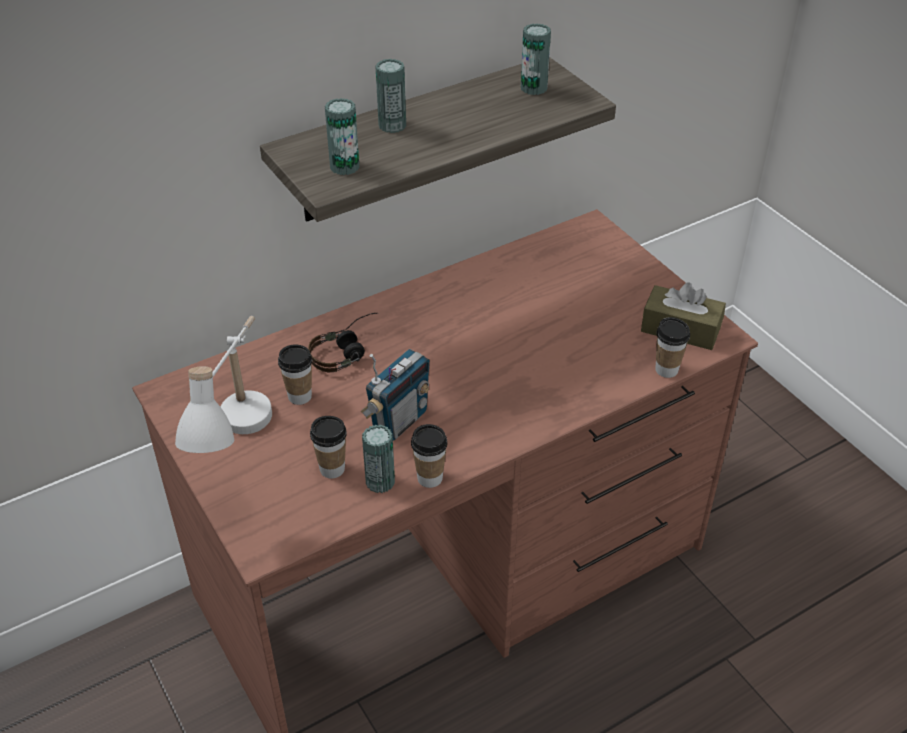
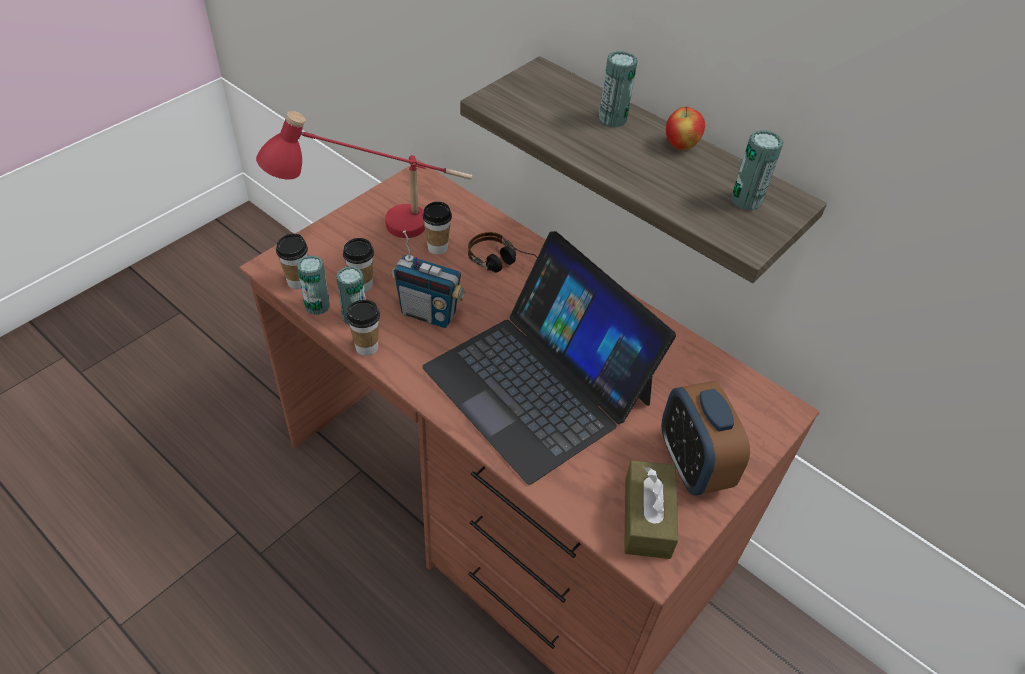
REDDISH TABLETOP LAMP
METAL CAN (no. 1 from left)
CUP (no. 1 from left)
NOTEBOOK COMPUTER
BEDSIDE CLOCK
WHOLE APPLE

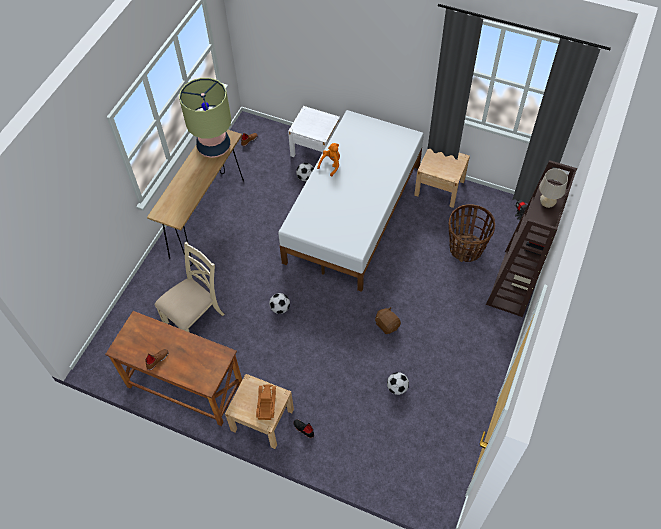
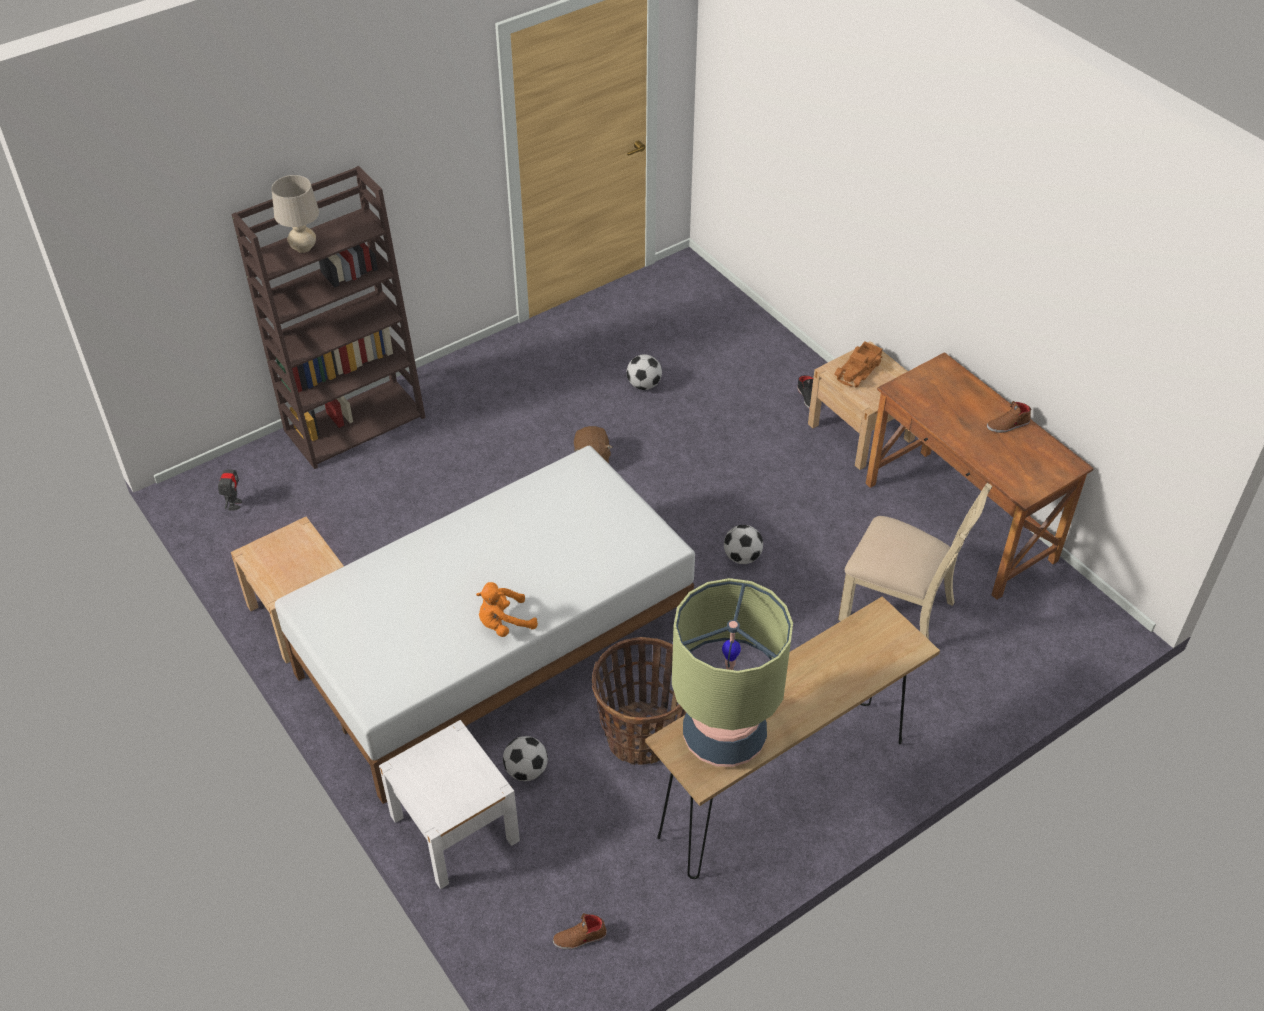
SAND-COLOURED PLAIN CHAIR
HOUSEHOLD BASKET

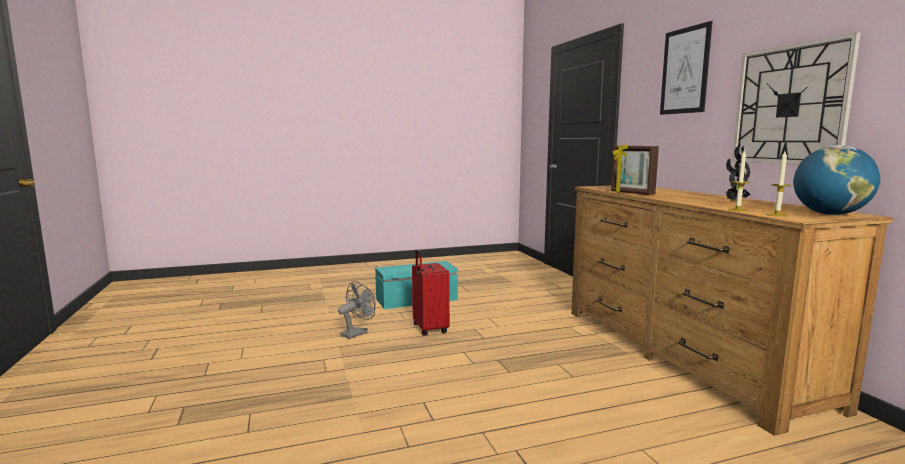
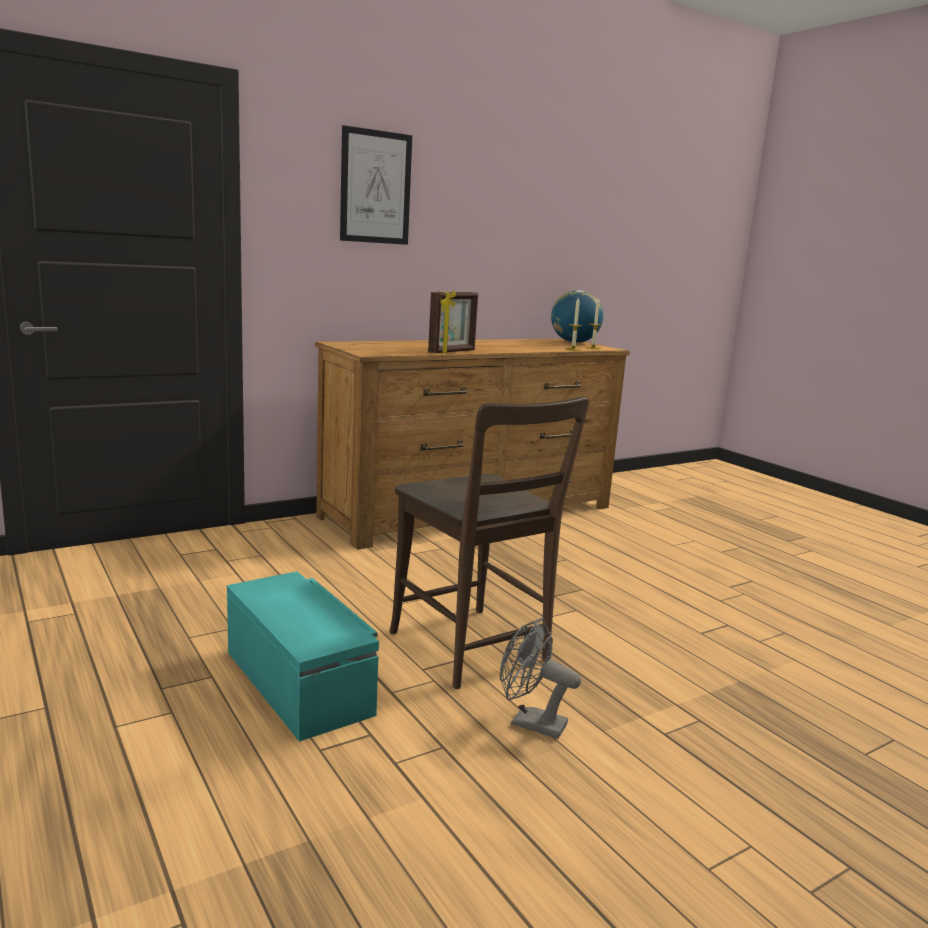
BROWNISH PLAIN CHAIR
PLANT IN A POT
WALL CLOCK

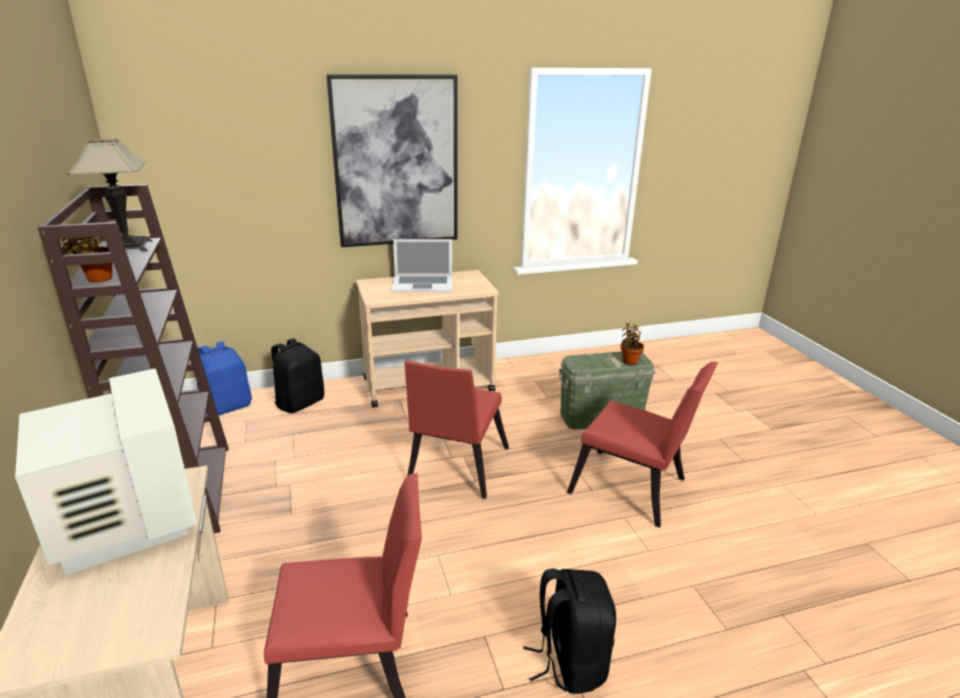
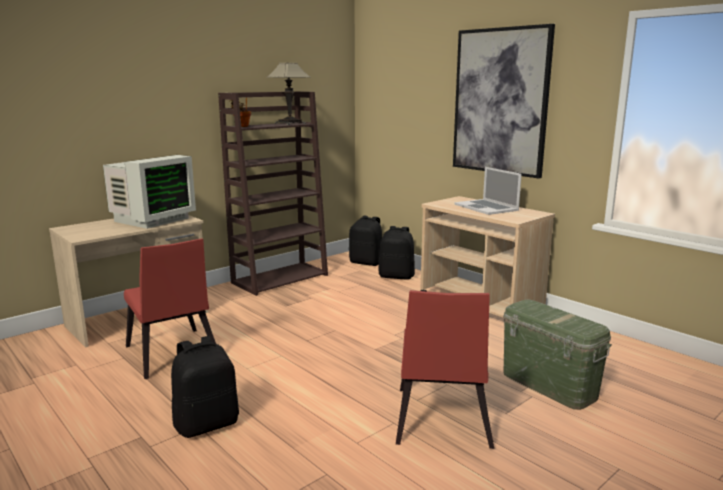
BLACK-COLOURED RUCKSACK (no. 2 from left)
REDDISH PLAIN CHAIR (no. 2 from left in the first image)
PLANT IN A POT (no. 2 from left in the first image)

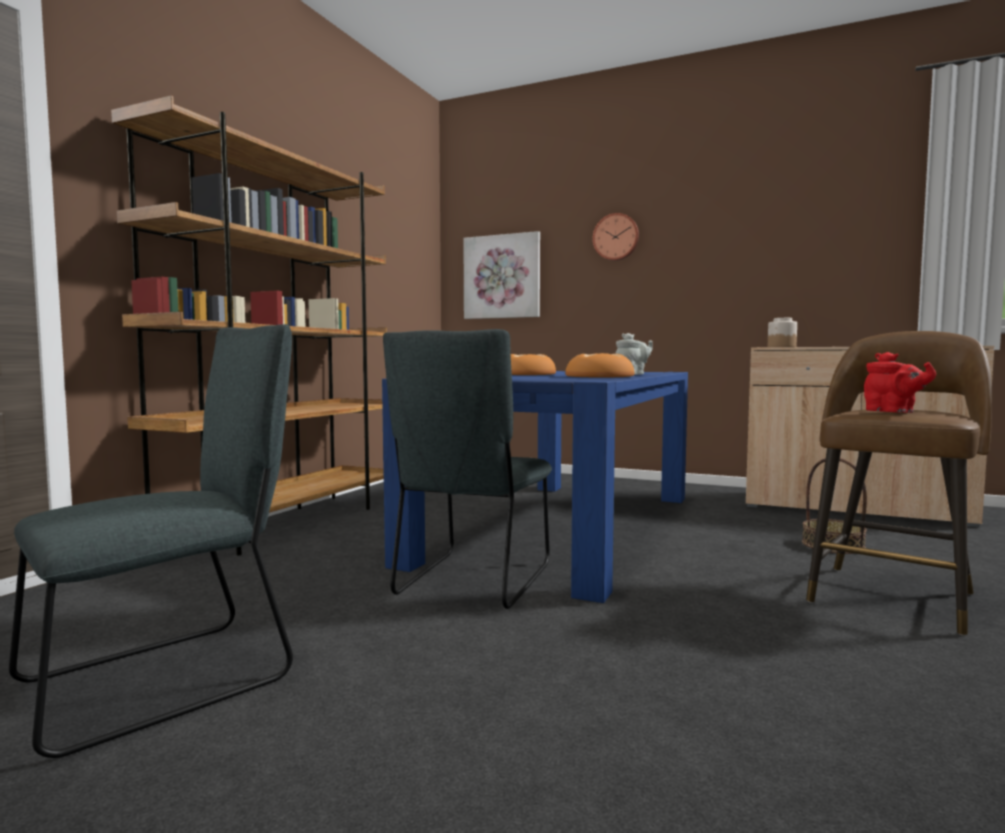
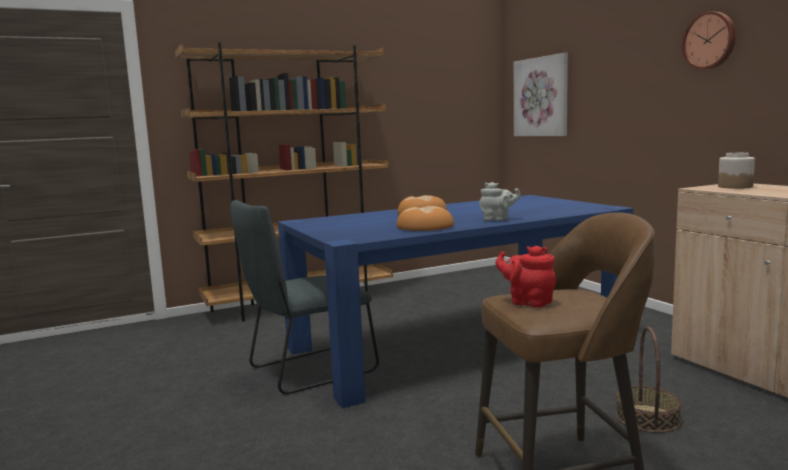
GRAY PLAIN CHAIR (no. 1 from left in the first image)
WALL CLOCK
REDDISH POT FOR TEA

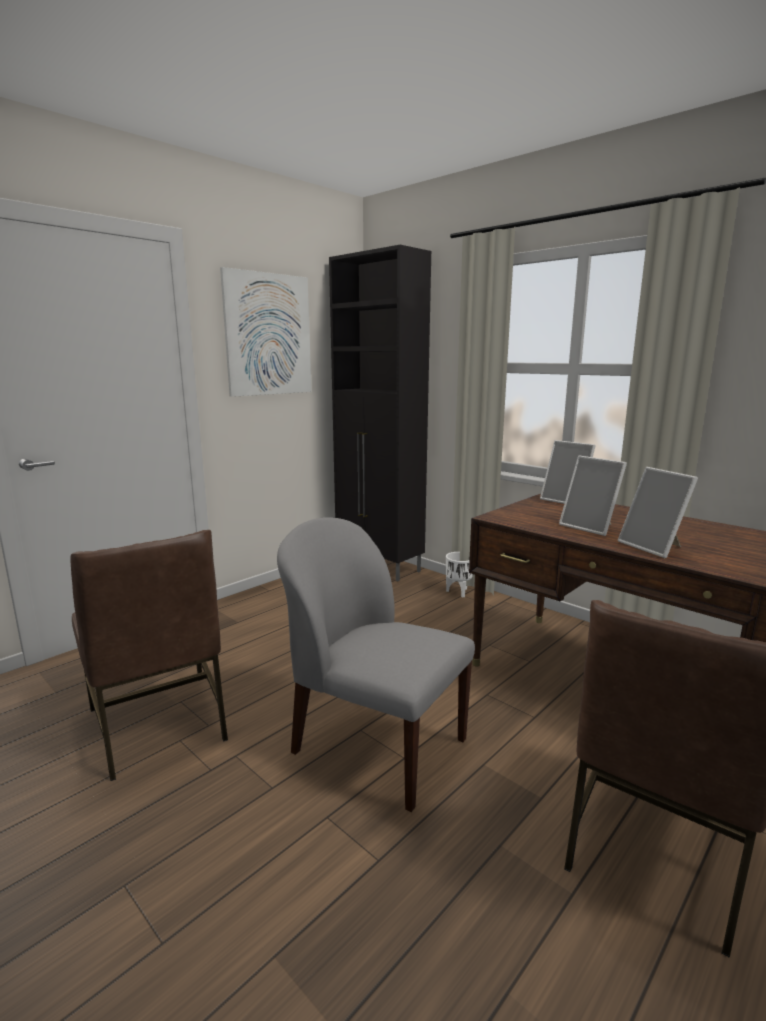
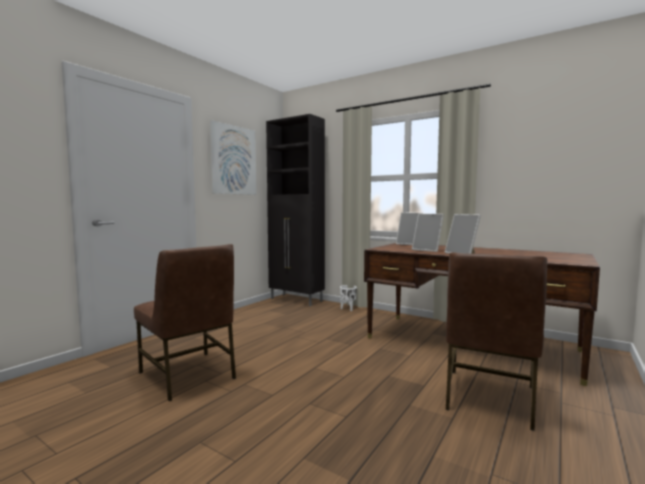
GRAY PLAIN CHAIR

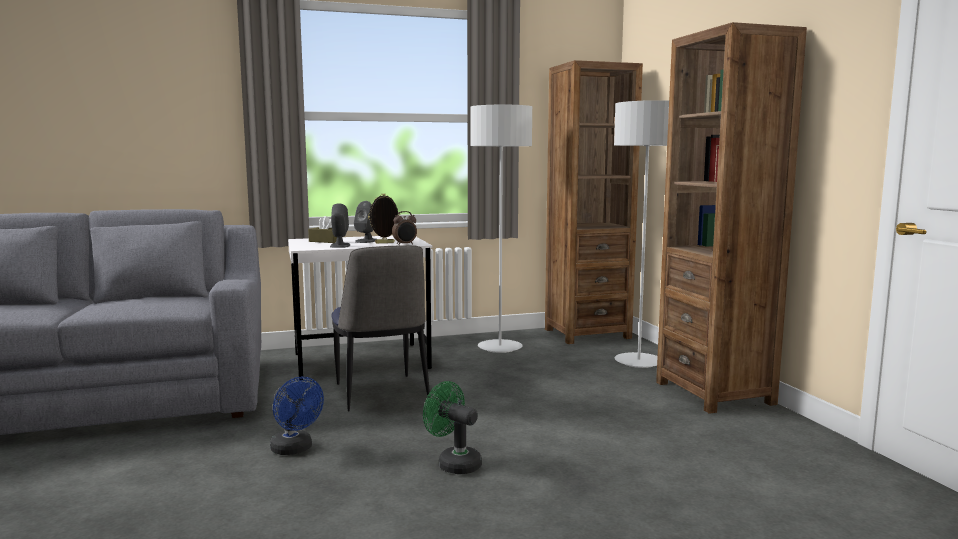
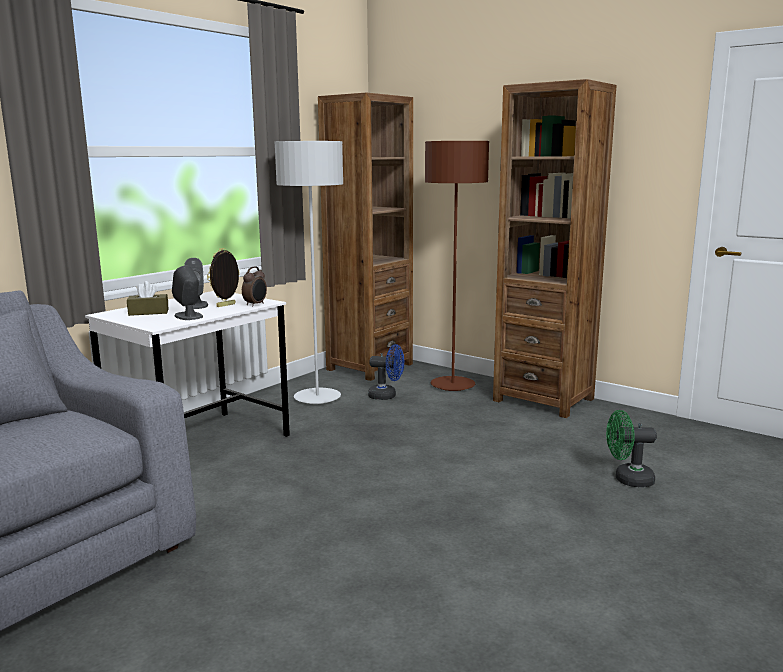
BLUE COOLING FAN
PLAIN CHAIR
GREEN-COLOURED COOLING FAN
BROWNISH STANDING LAMP

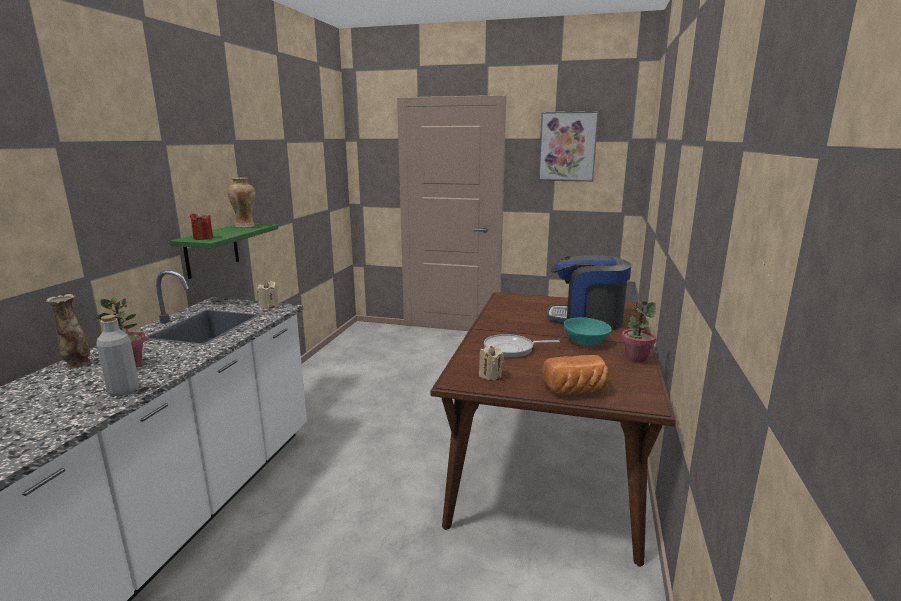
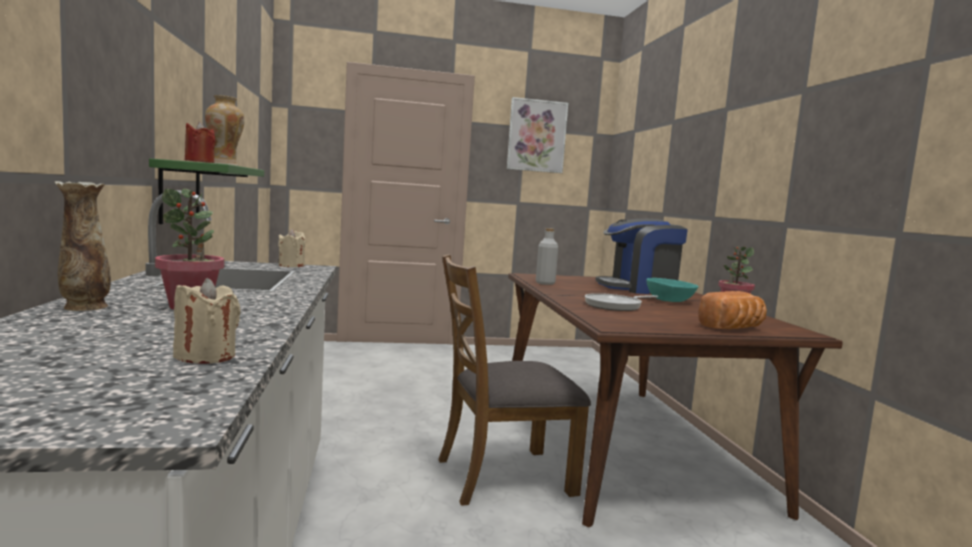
GRAY BEVERAGE BOTTLE
SAND-COLOURED WAX CANDLE (no. 1 from left)
BROWNISH PLAIN CHAIR

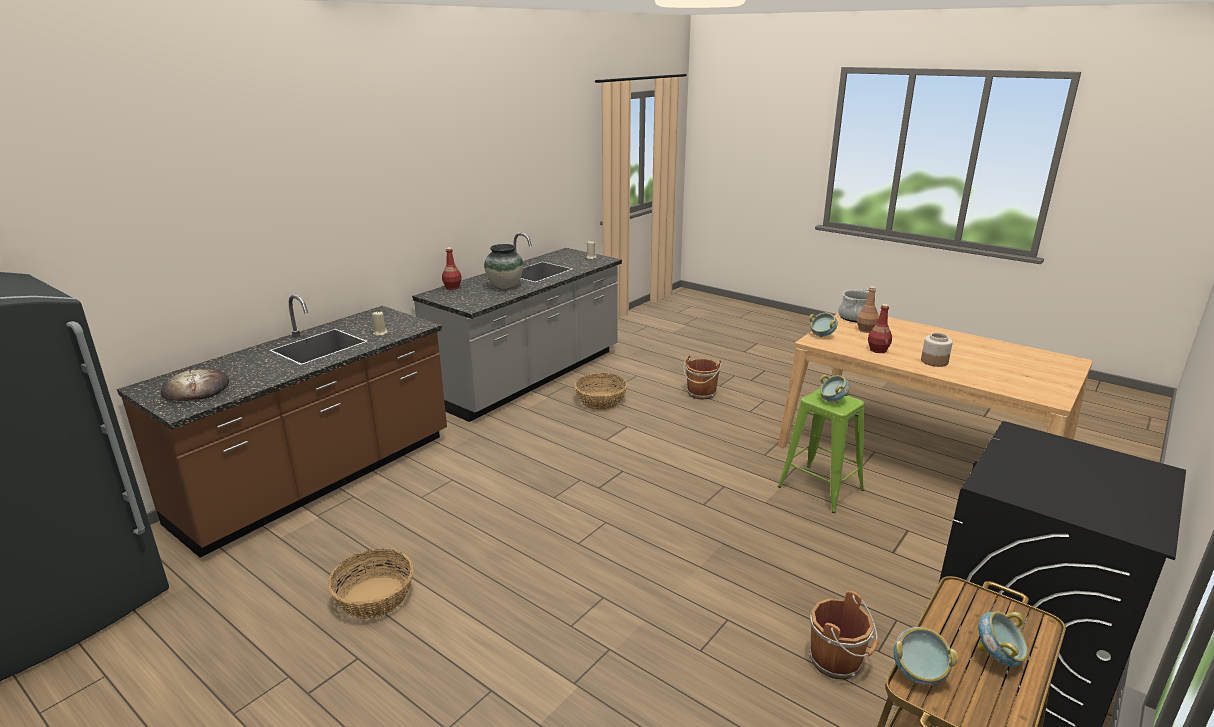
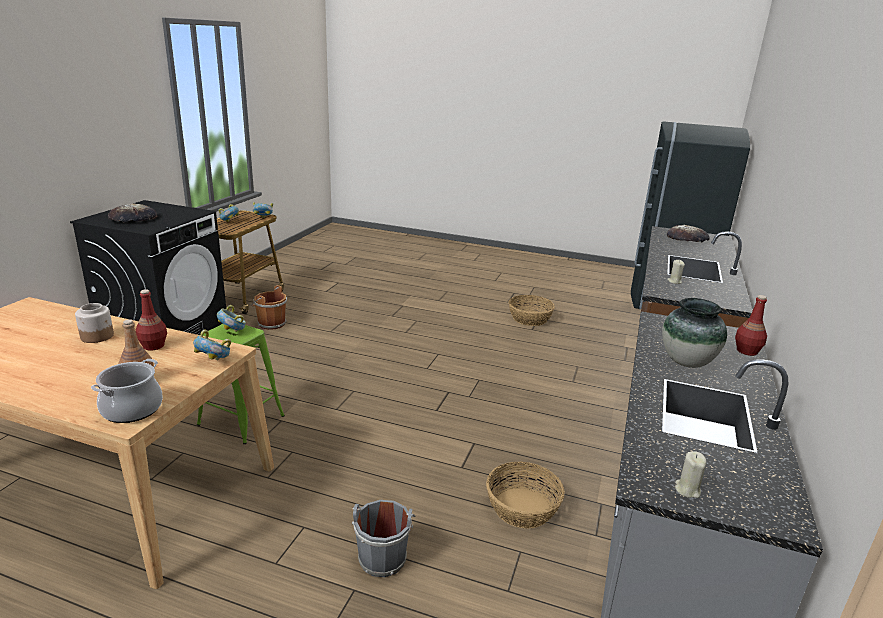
GRAY BUCKET
BAKED BREAD (no. 1 from left)

